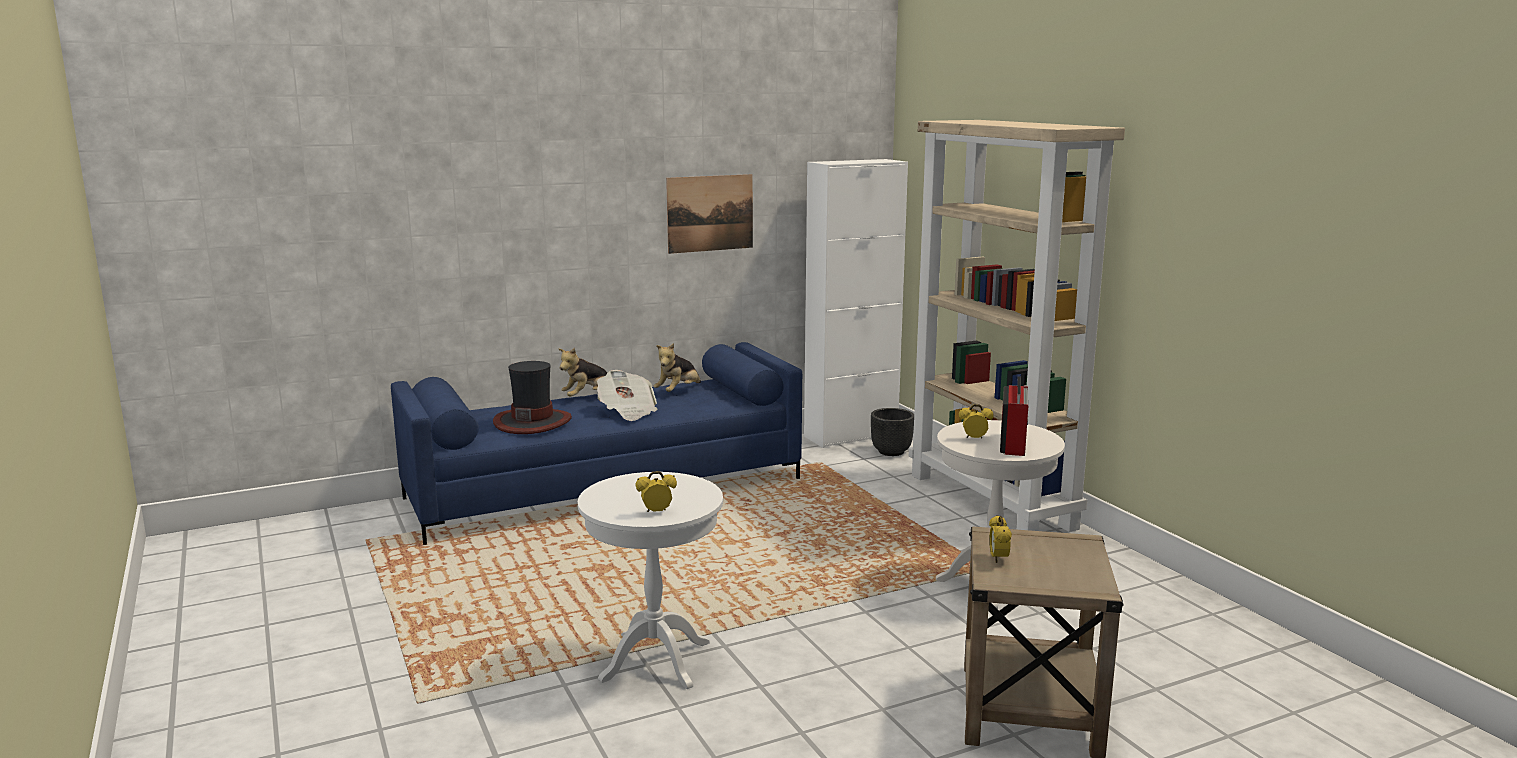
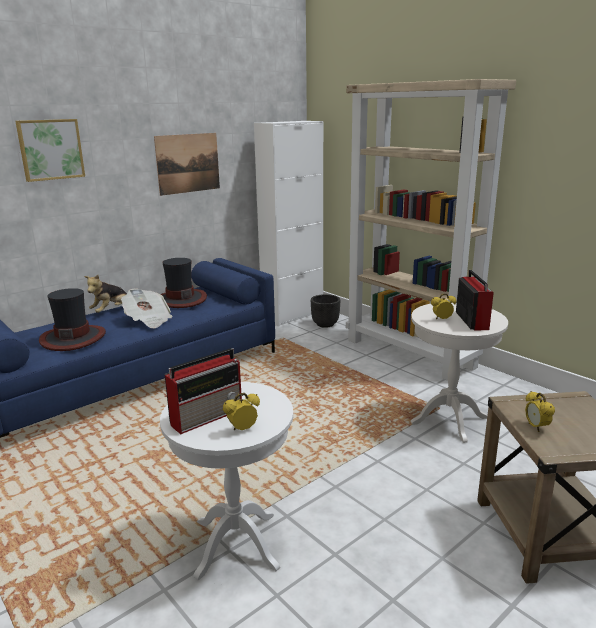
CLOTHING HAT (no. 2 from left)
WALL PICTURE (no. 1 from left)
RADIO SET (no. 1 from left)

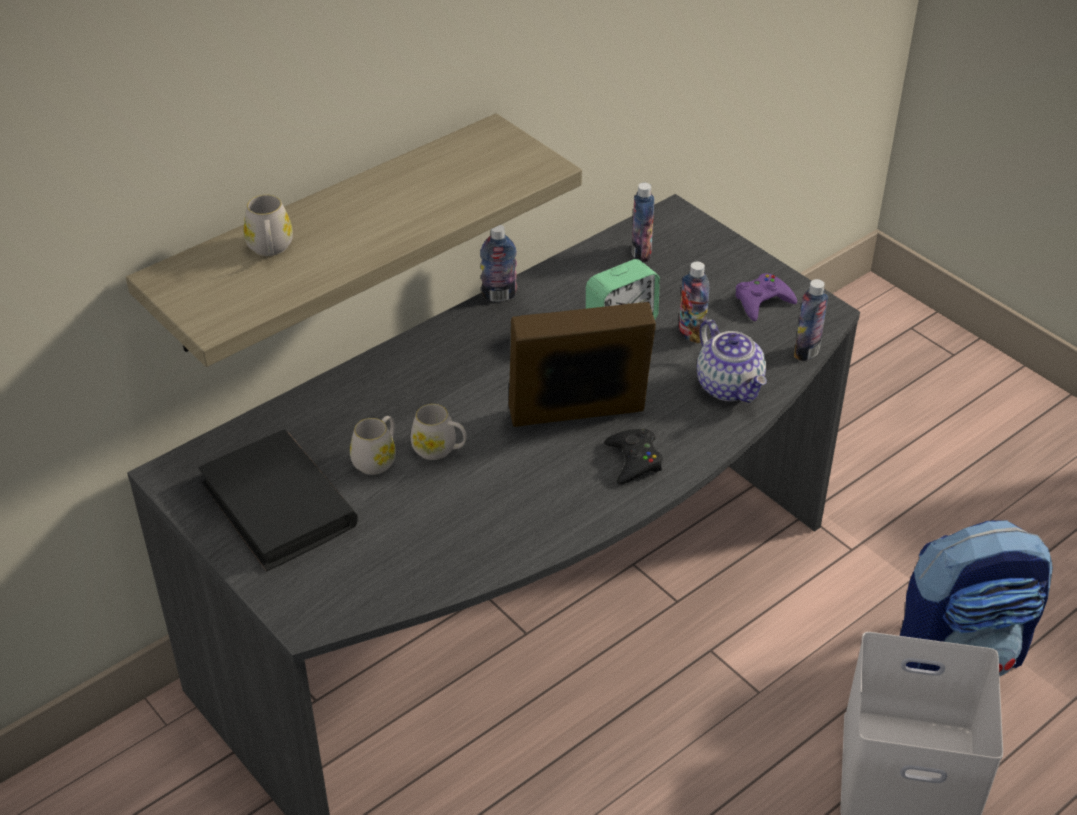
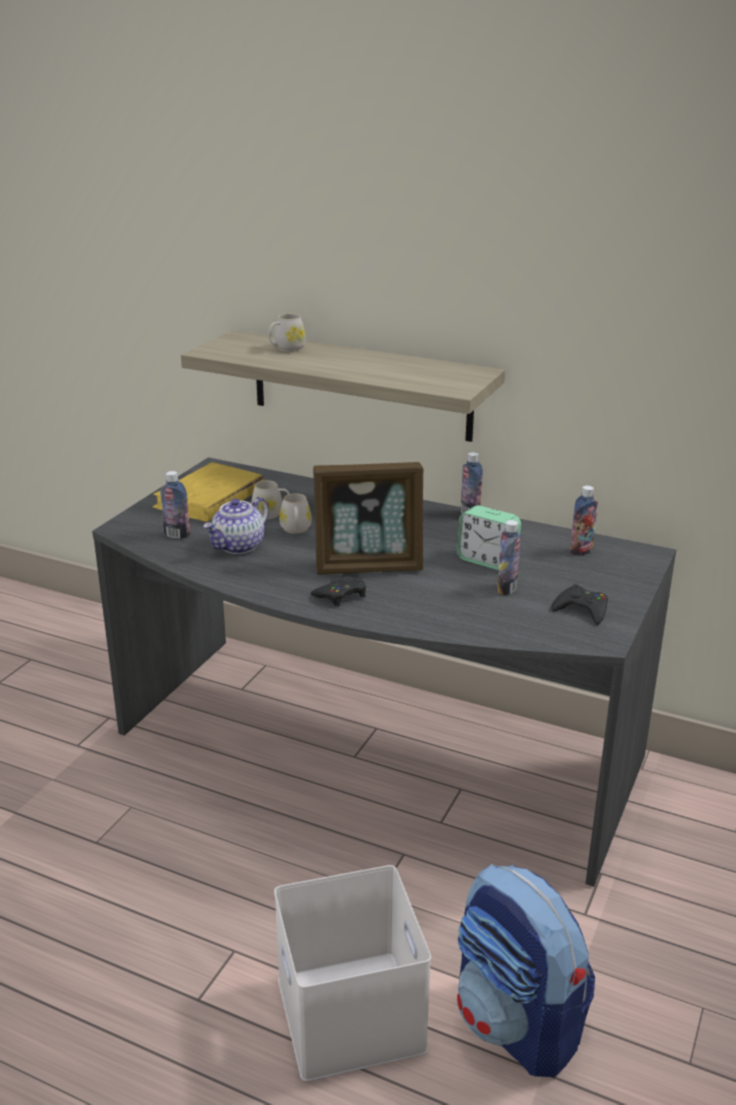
YELLOWISH BOOK
PICTURE FRAME
POT FOR TEA
BLACK-COLOURED JOYPAD (no. 2 from left)
BEVERAGE BOTTLE (no. 1 from left)

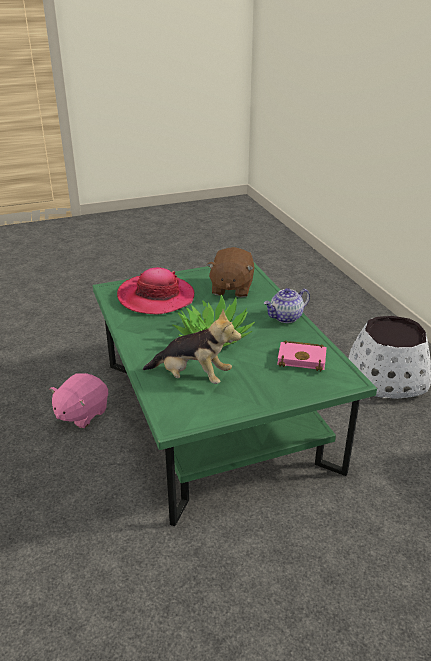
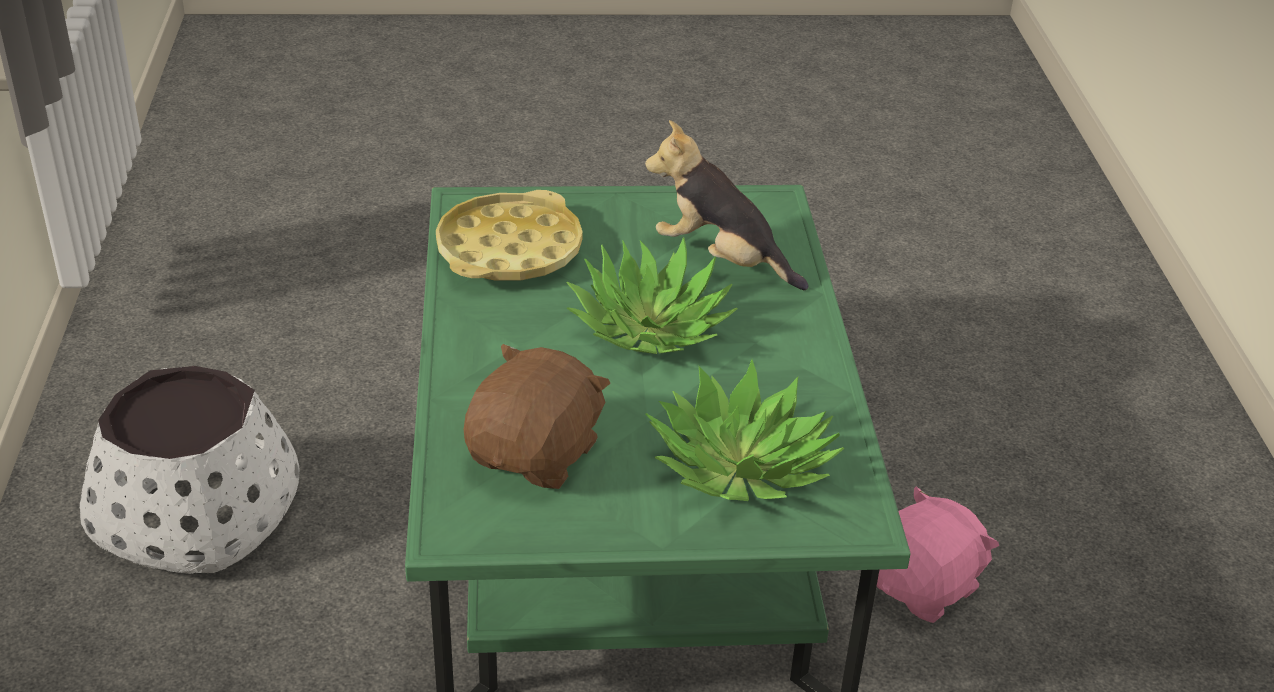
PLANT IN A POT (no. 2 from left)
POT FOR TEA
YELLOWISH TRAY

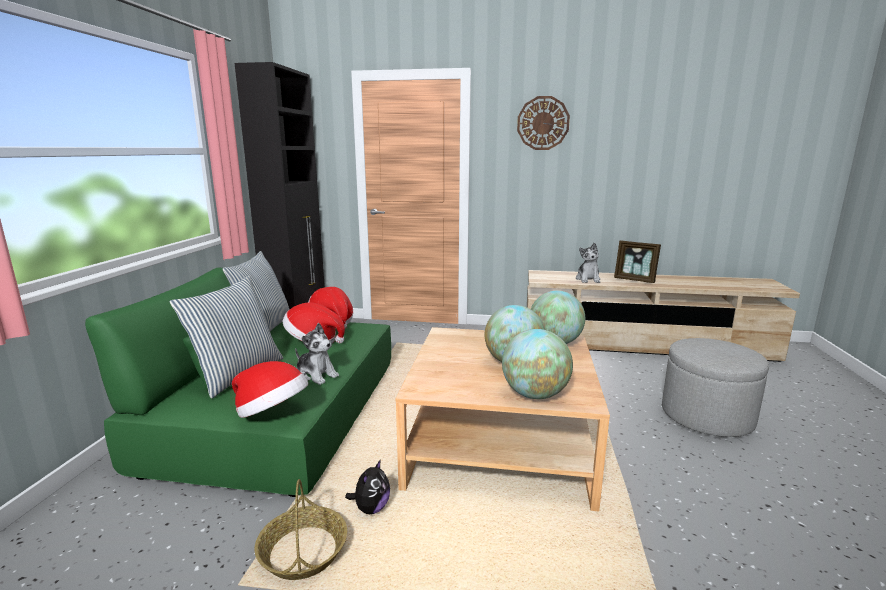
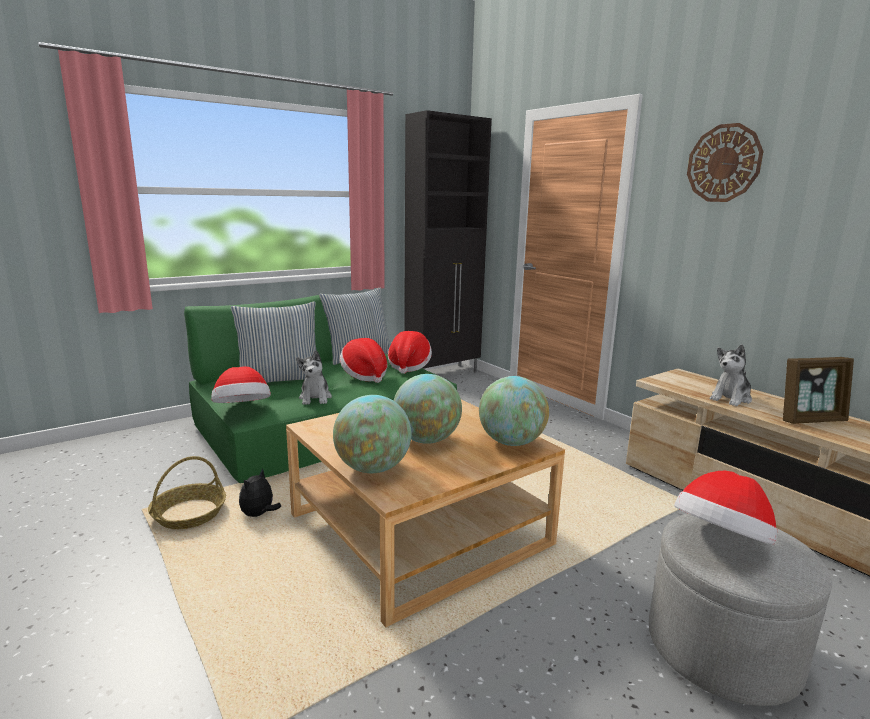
SOFT TOY (no. 1 from left)
PICTURE FRAME
CLOTHING HAT (no. 4 from left)

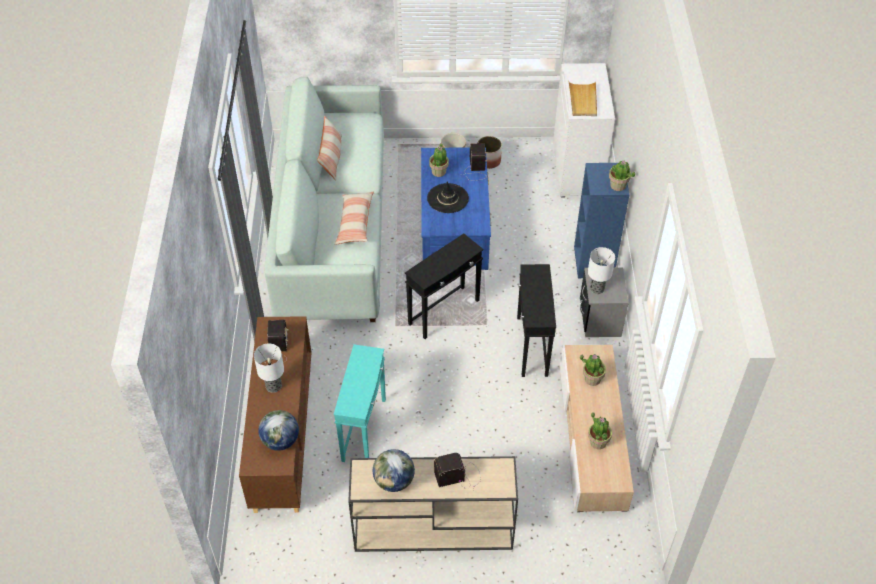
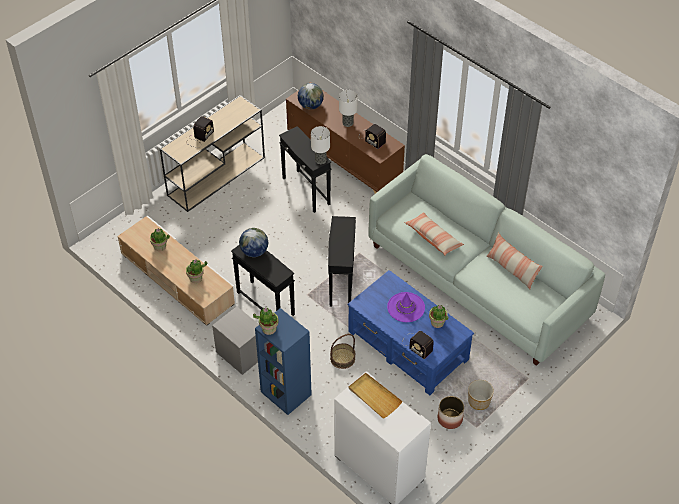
BLACK-COLOURED SIDE TABLE (no. 2 from left)
GLOBE (no. 1 from left)
PURPLE CLOTHING HAT
TABLETOP LAMP (no. 1 from left)
HOUSEHOLD BASKET

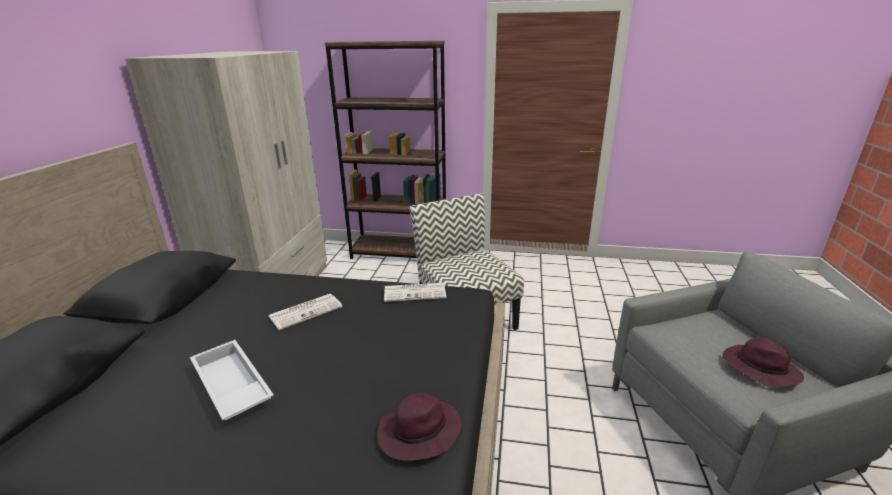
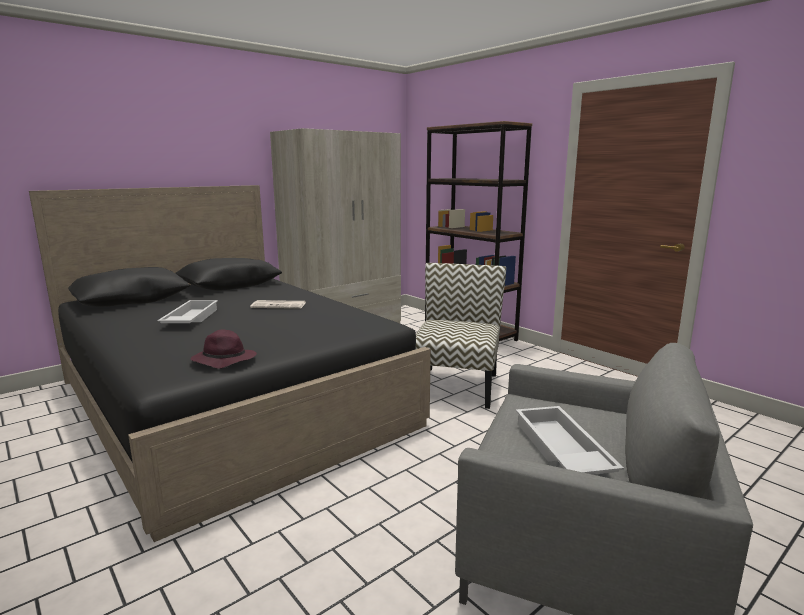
DAILY PAPER (no. 2 from left in the first image)
WHITE-COLOURED TRAY (no. 2 from left)

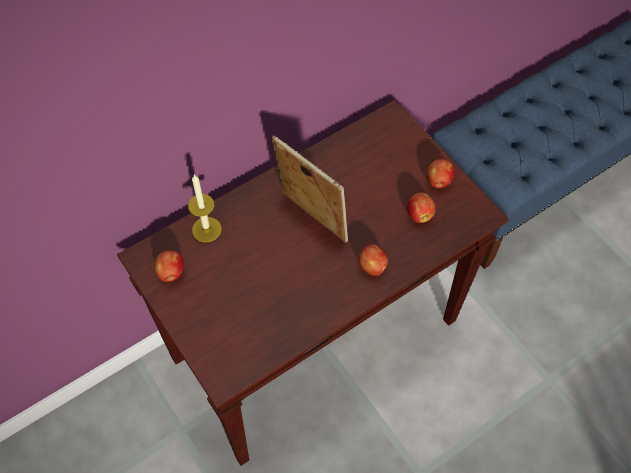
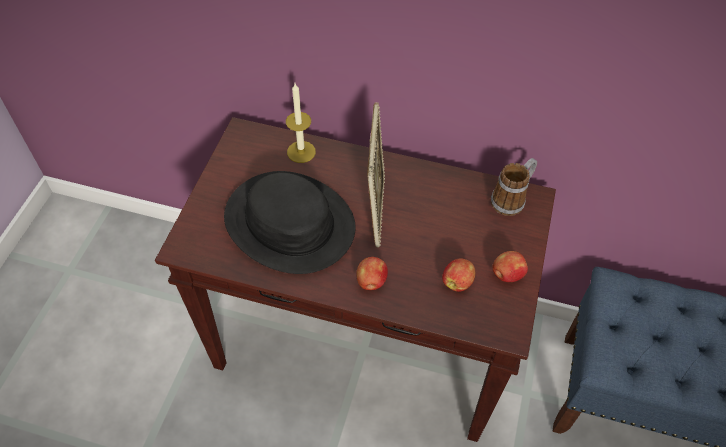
WHOLE APPLE (no. 1 from left in the first image)
BLACK-COLOURED CLOTHING HAT
MUG

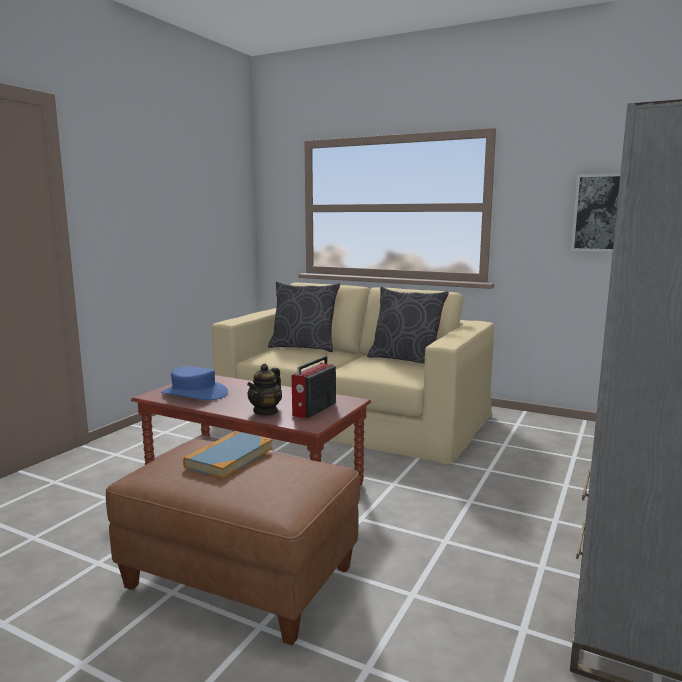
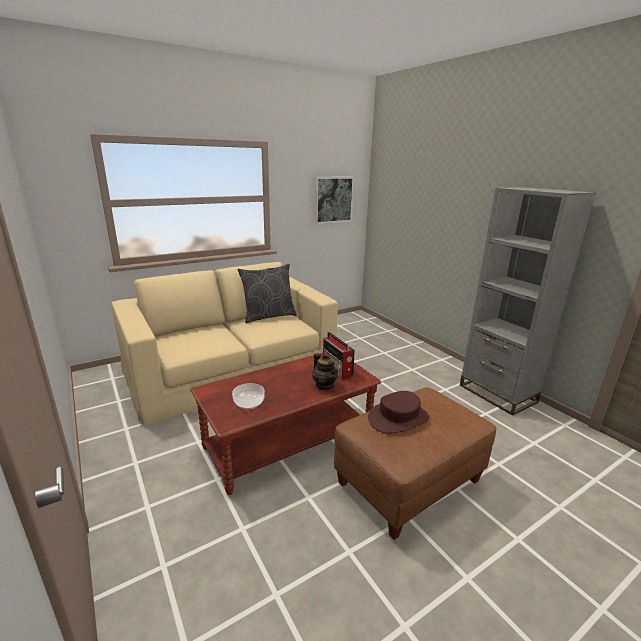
BOWL
BROWNISH CLOTHING HAT
GRAY CUSHION (no. 1 from left in the first image)

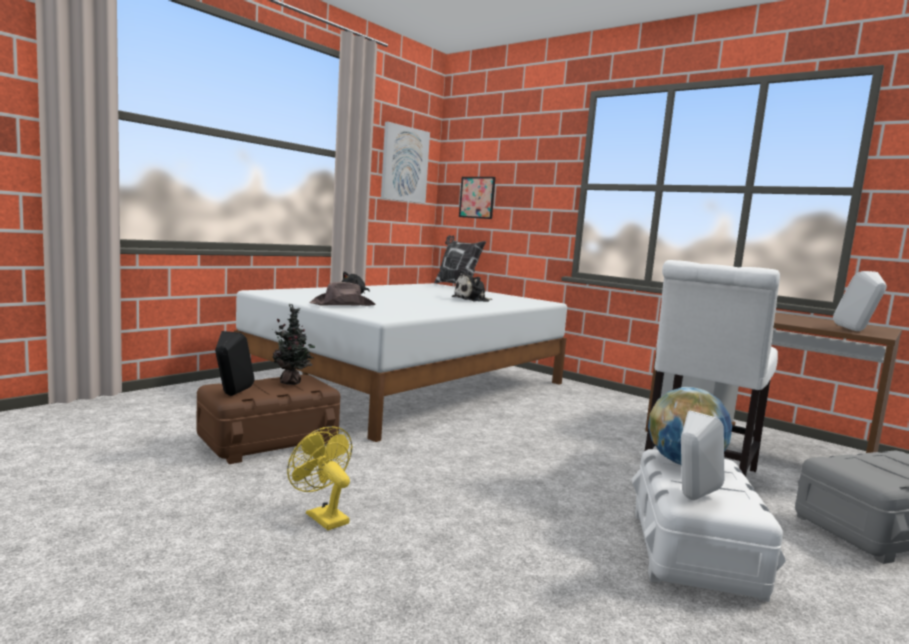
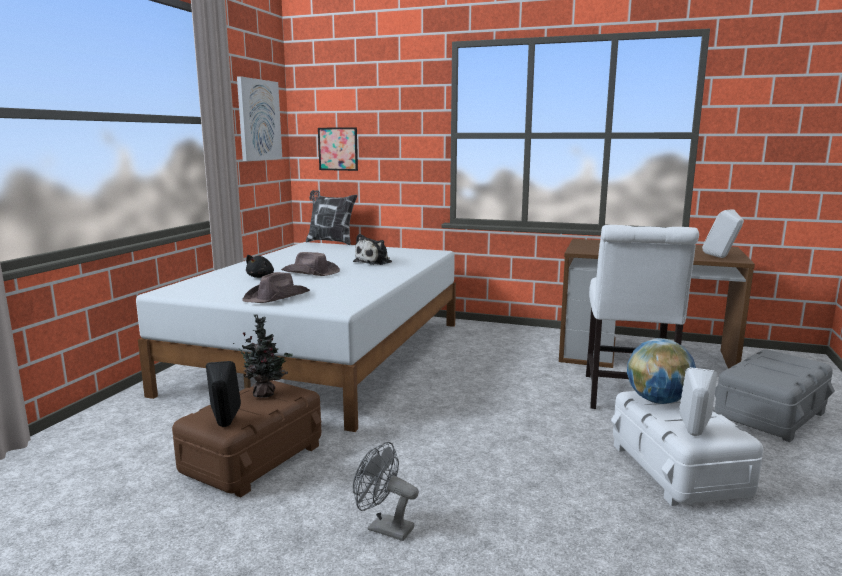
GRAY COOLING FAN
BROWNISH CLOTHING HAT (no. 2 from left)

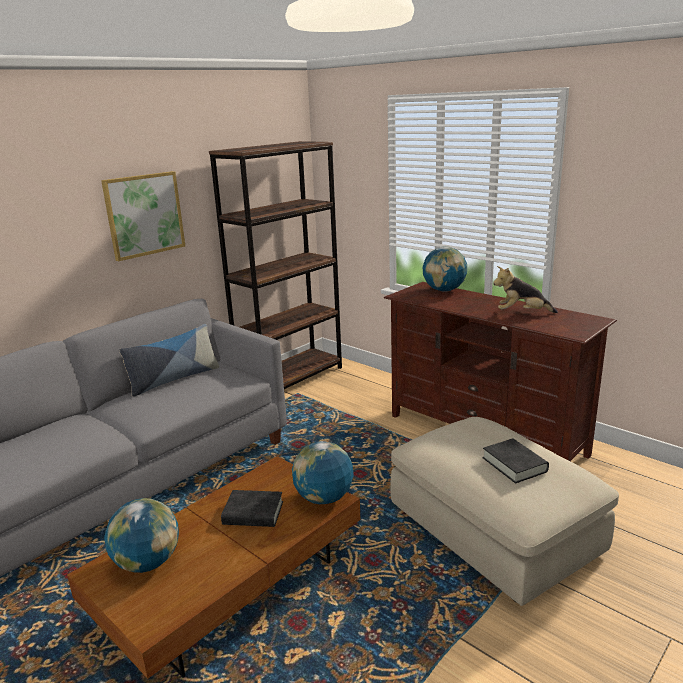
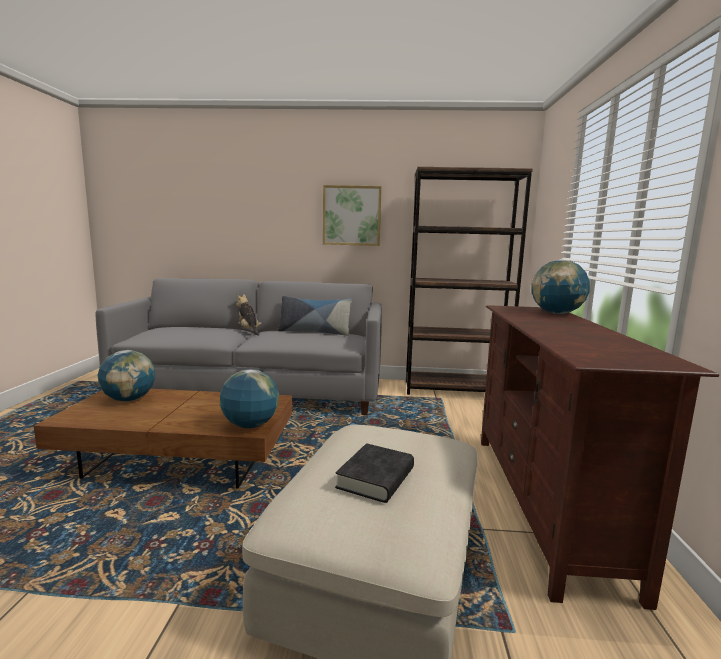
BLACK-COLOURED BOOK (no. 1 from left in the first image)
SOFT TOY

